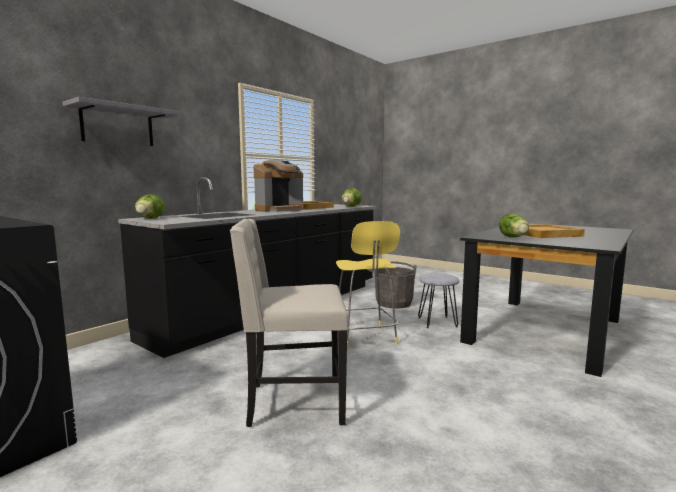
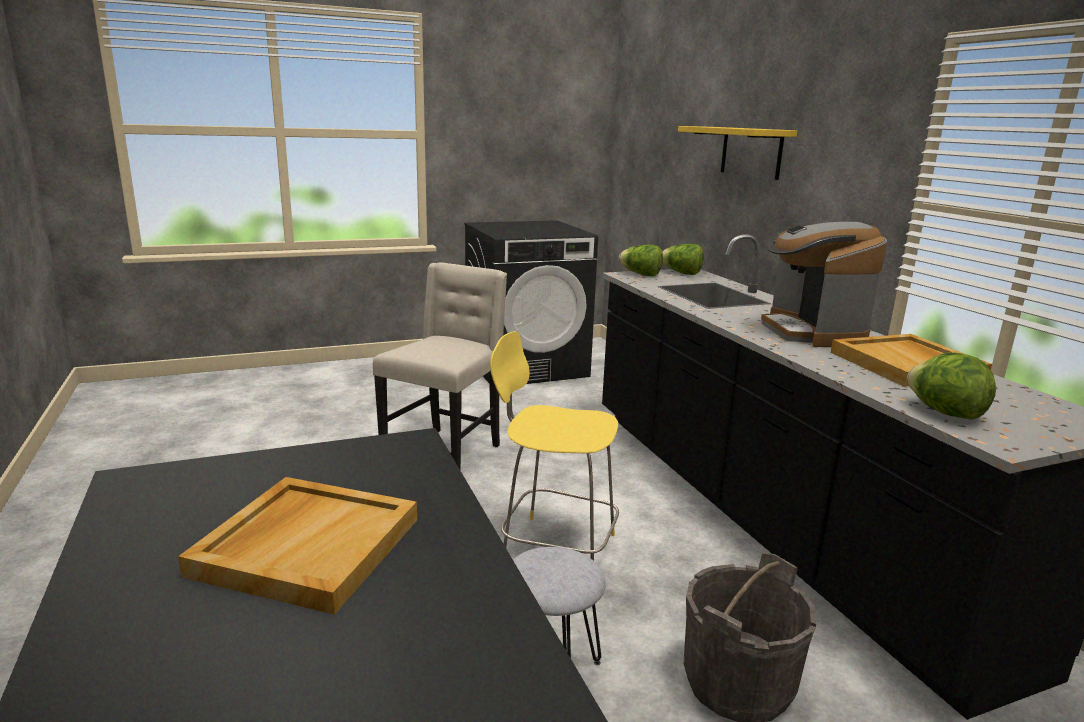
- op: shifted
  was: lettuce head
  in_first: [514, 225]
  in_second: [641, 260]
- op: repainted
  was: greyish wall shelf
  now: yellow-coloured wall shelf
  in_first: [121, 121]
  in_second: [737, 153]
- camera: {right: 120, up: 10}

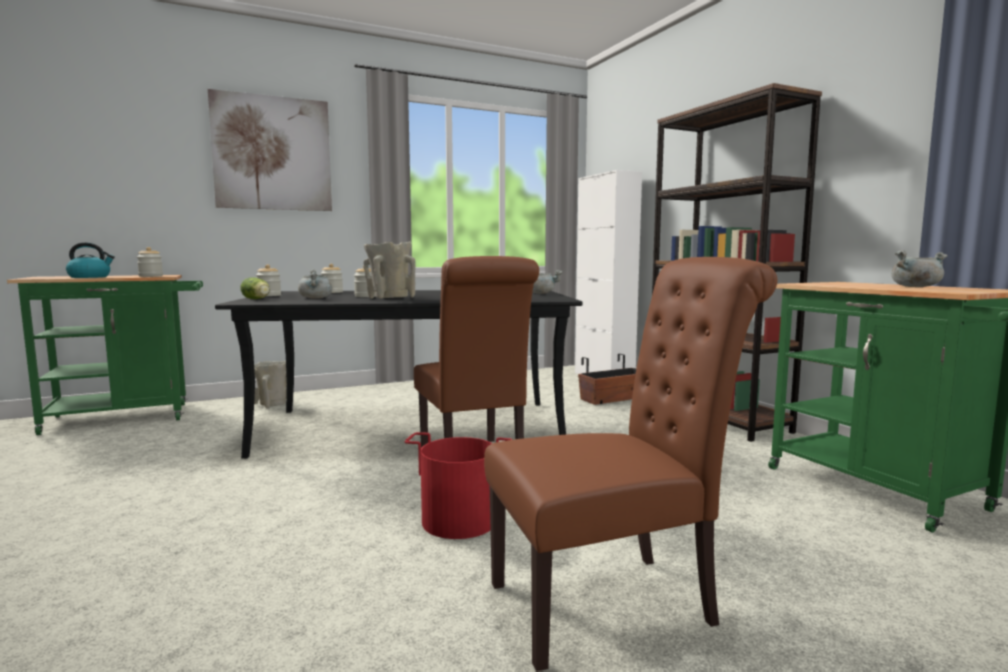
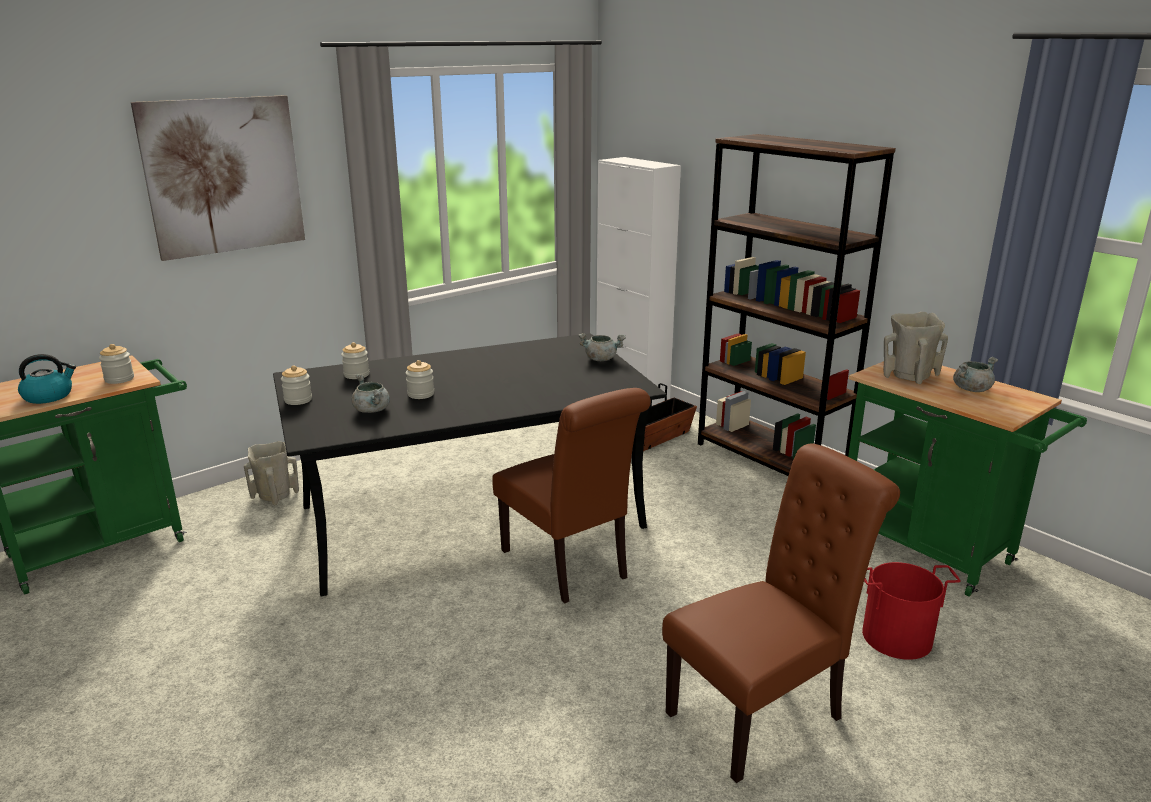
- op: gone
  was: lettuce head
  in_first: [255, 288]
- op: shifted
  was: beige-coloured vase
  in_first: [390, 270]
  in_second: [915, 348]
- op: shifted
  was: reddish pail
  in_first: [459, 485]
  in_second: [911, 611]
- camera: {right: -15, up: 15}

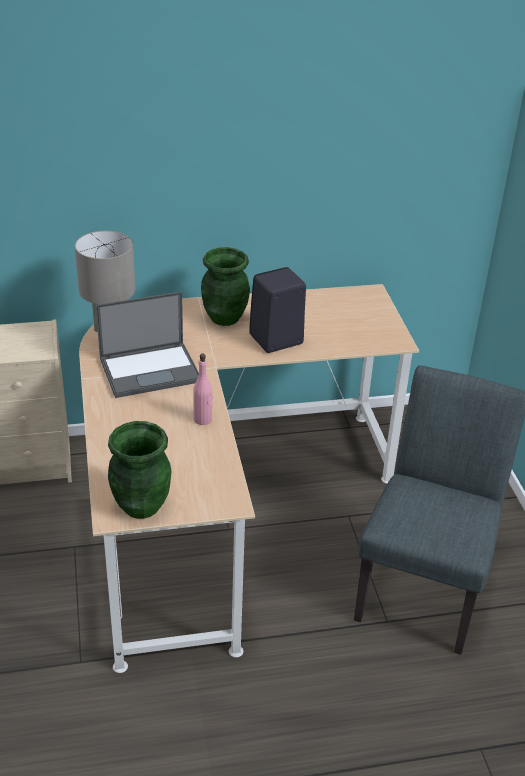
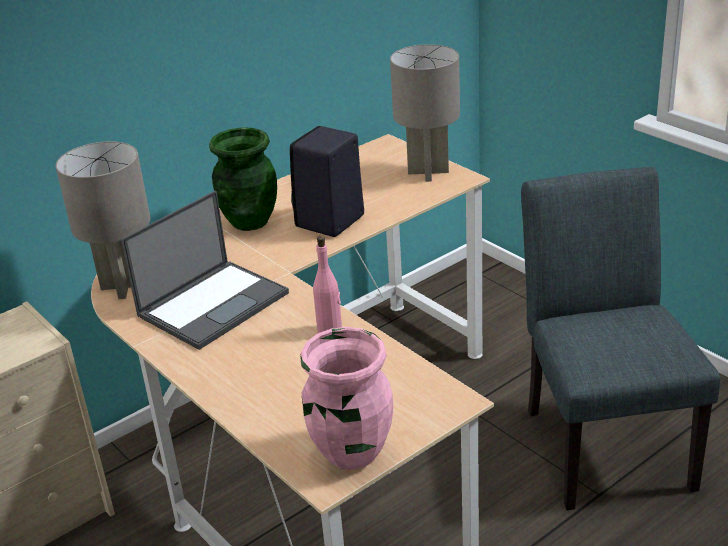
- op: new
  now: greyish table lamp
  in_second: [425, 113]
- op: repainted
  was: green-coloured vase
  now: pink-coloured vase
  in_first: [139, 470]
  in_second: [346, 398]
- camera: {right: -25, up: -5}

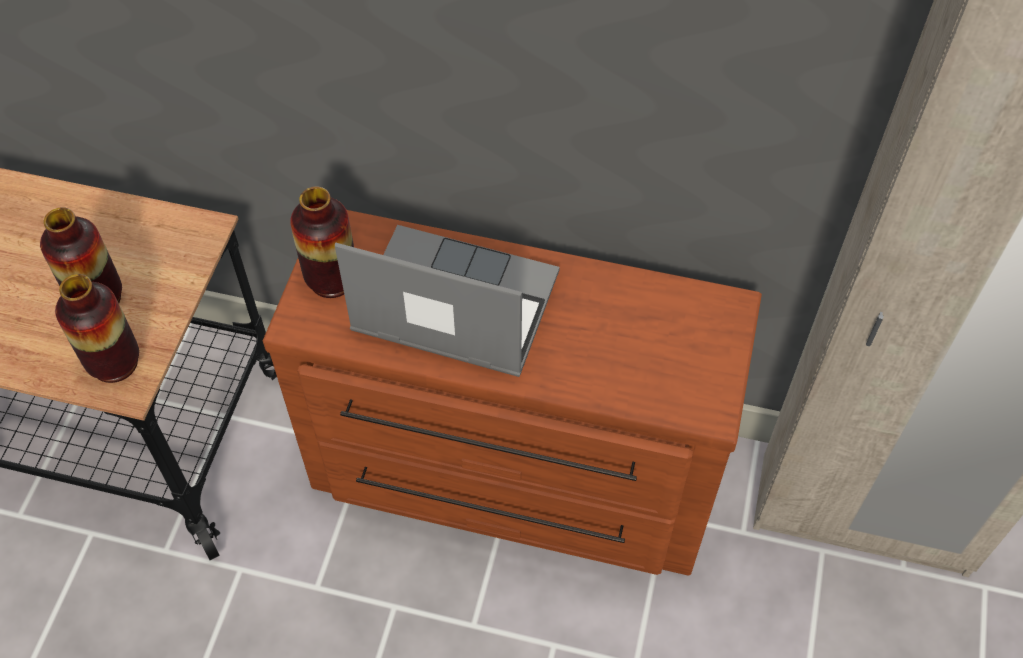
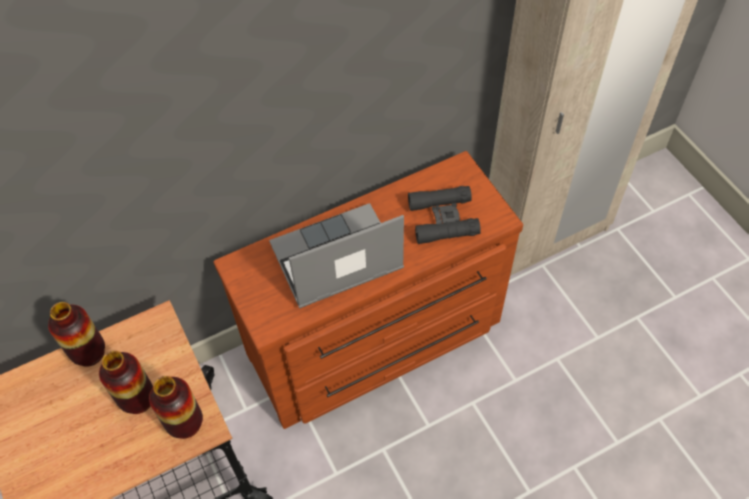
- op: new
  now: black field glasses
  in_second: [444, 215]
- op: shifted
  was: vase
  in_first: [322, 242]
  in_second: [76, 334]
- camera: {right: -40, up: 0}

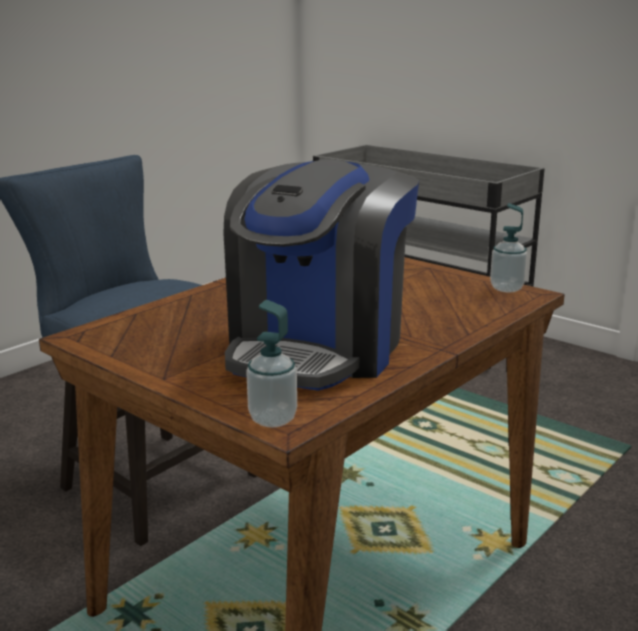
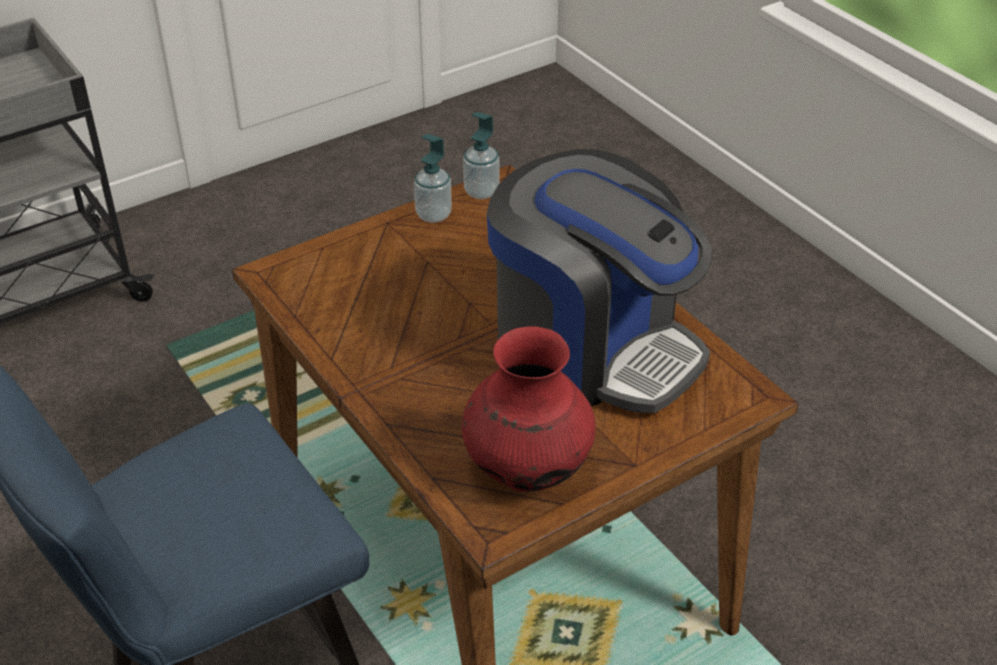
- op: new
  now: reddish vase
  in_second: [529, 409]
- op: shifted
  was: soap bottle
  in_first: [271, 364]
  in_second: [433, 178]
- camera: {right: -75, up: 20}

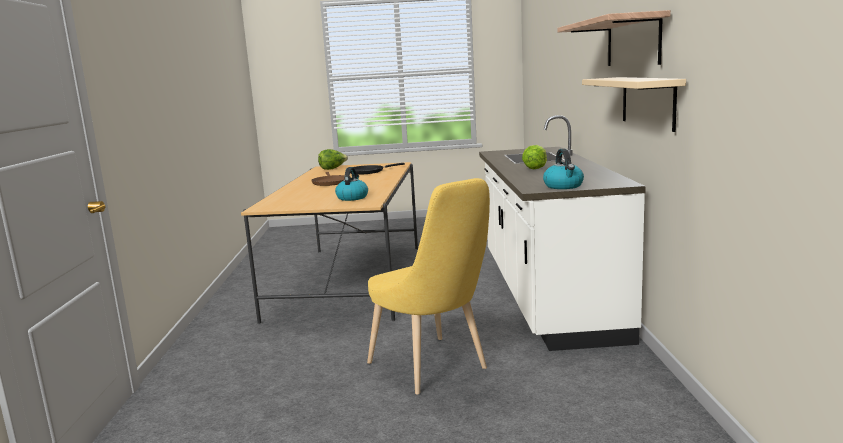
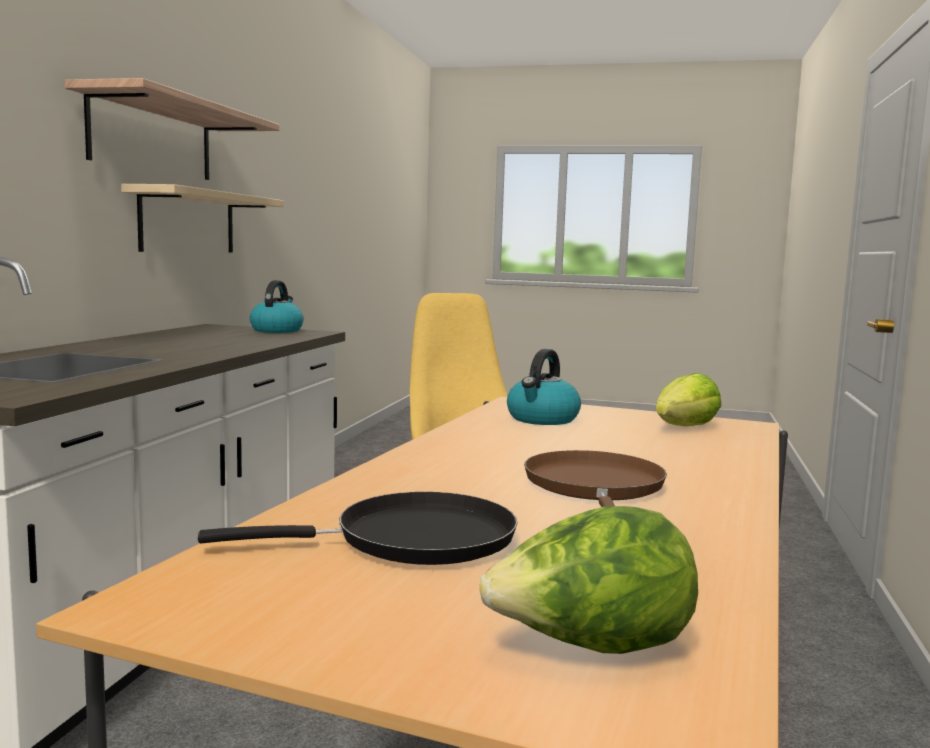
- op: shifted
  was: lettuce head
  in_first: [534, 157]
  in_second: [689, 399]
- camera: {right: -165, up: -5}

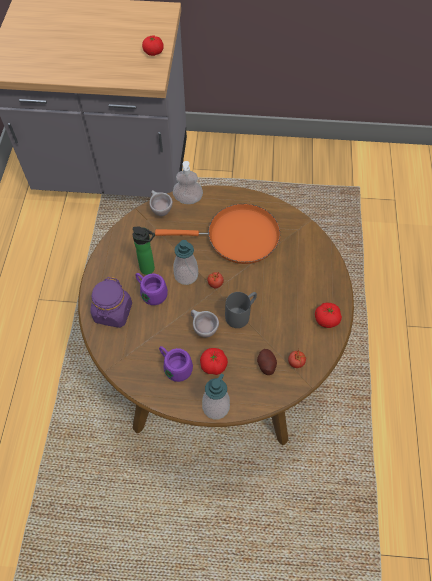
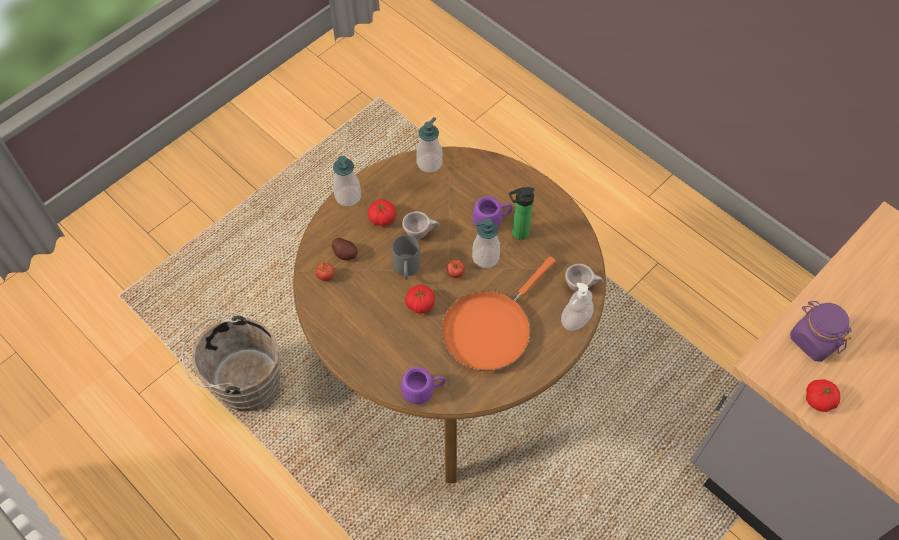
- op: new
  now: brownish pail
  in_second: [231, 361]
- op: new
  now: soap bottle
  in_second: [429, 145]
- op: shifted
  was: purple jar
  in_first: [111, 302]
  in_second: [821, 331]
- op: shifted
  was: purple tea mug
  in_first: [176, 364]
  in_second: [423, 385]
- op: shifted
  was: fresh tomato
  in_first: [328, 315]
  in_second: [420, 299]
- camera: {right: 130, up: 0}

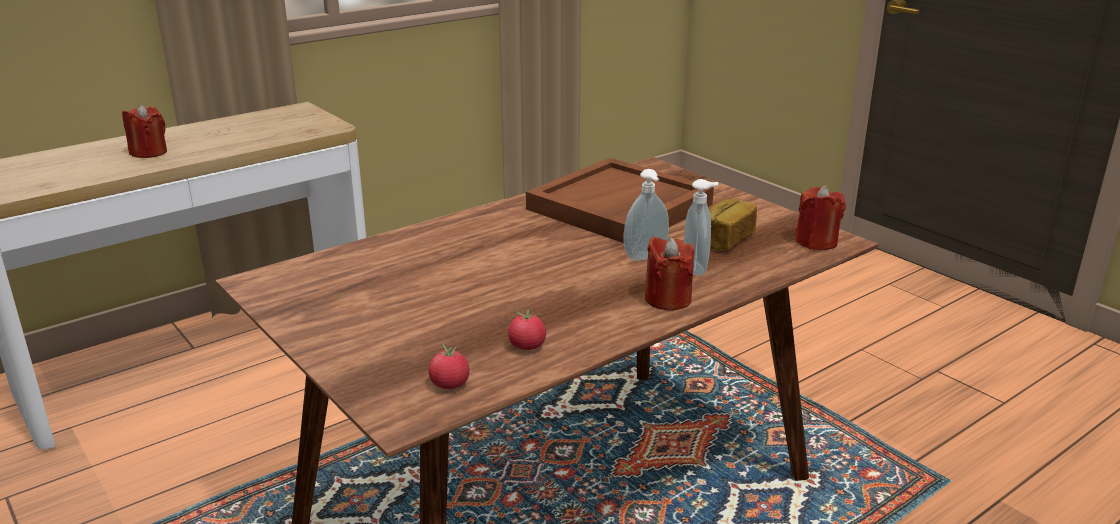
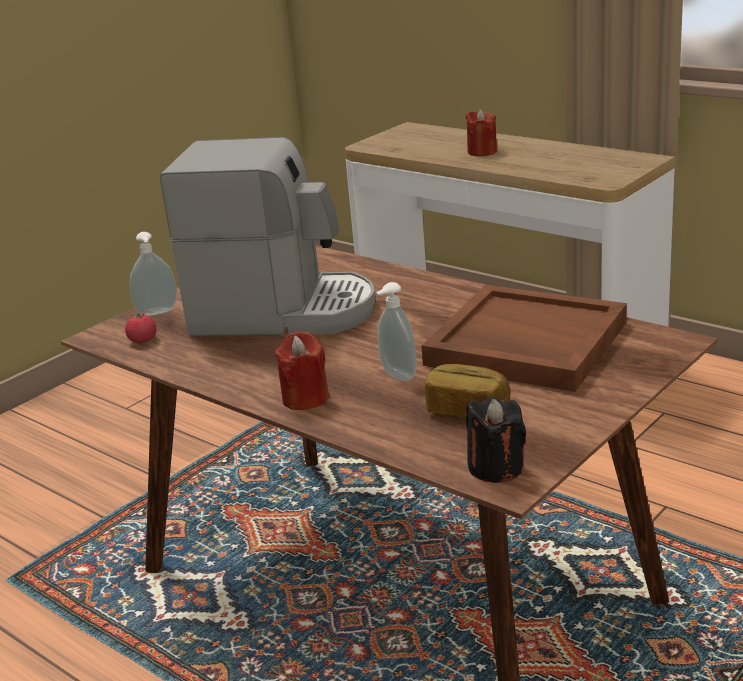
- op: gone
  was: fresh tomato
  in_first: [527, 328]
- op: new
  now: coffee maker
  in_second: [267, 236]
- op: shifted
  was: soap bottle
  in_first: [701, 227]
  in_second: [153, 274]
- op: repainted
  was: reddish wax light
  now: black wax light
  in_first: [820, 217]
  in_second: [496, 440]
- camera: {right: 80, up: 0}

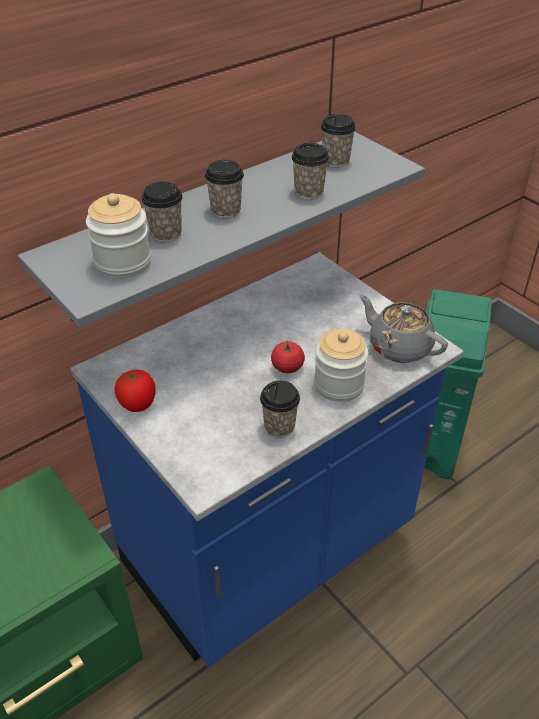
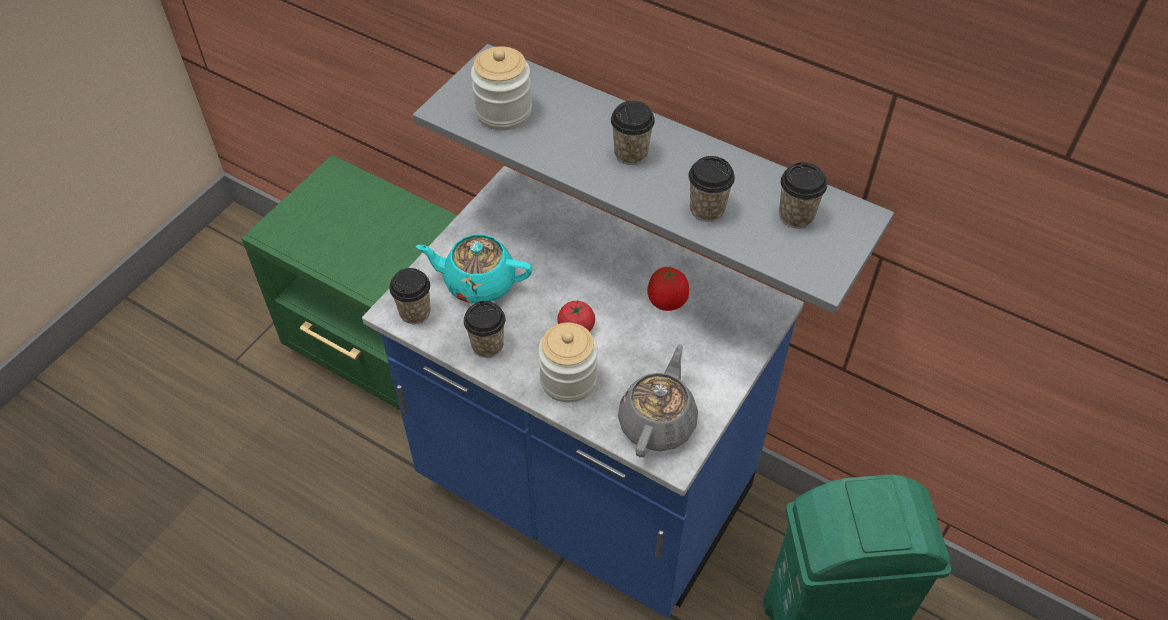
- op: new
  now: blue-green teapot
  in_second: [474, 269]
- op: shifted
  was: fresh tomato
  in_first: [135, 390]
  in_second: [668, 288]
- op: shifted
  was: cup
  in_first: [162, 211]
  in_second: [410, 296]
- camera: {right: 70, up: 10}

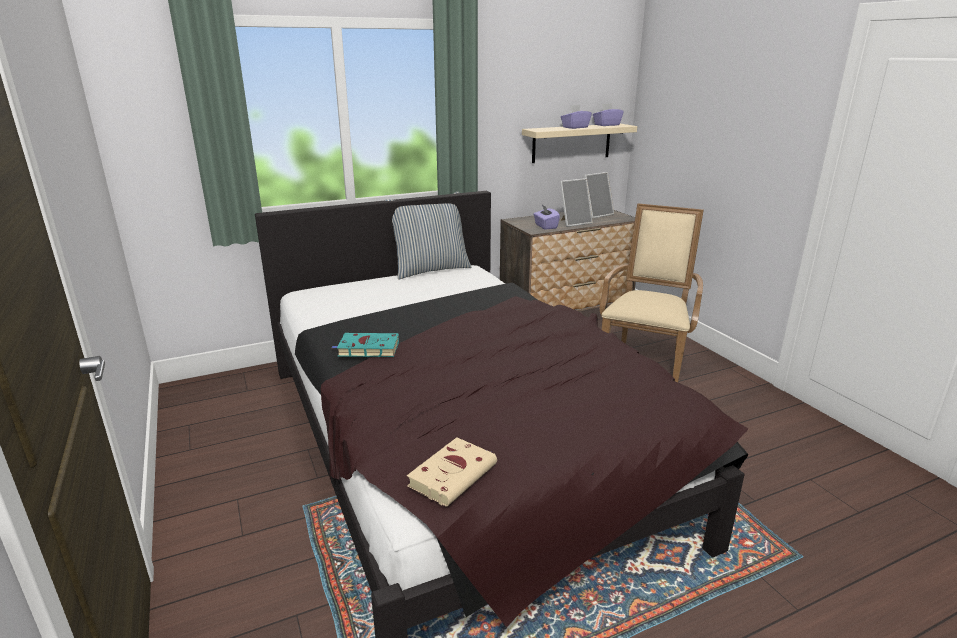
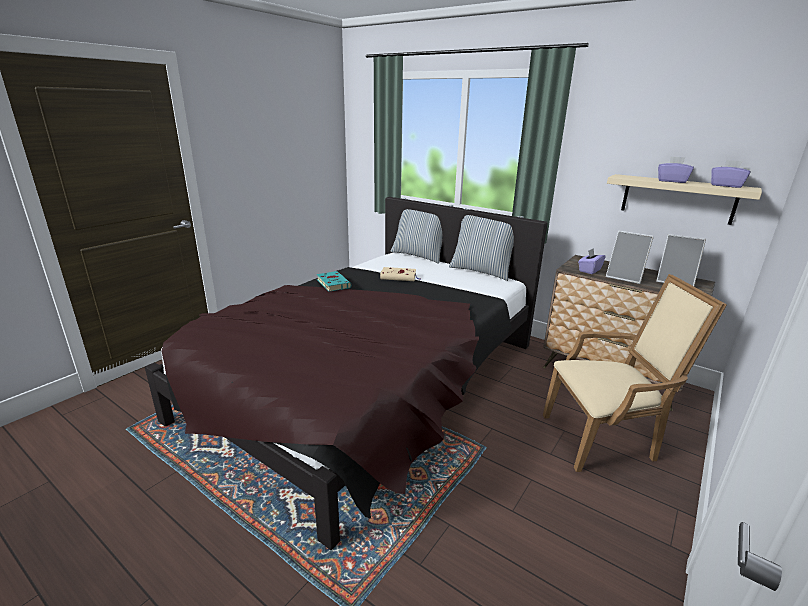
- op: new
  now: cushion
  in_second: [422, 231]
- op: shifted
  was: beige-coloured bound book
  in_first: [452, 472]
  in_second: [400, 274]
- camera: {right: 60, up: 0}

